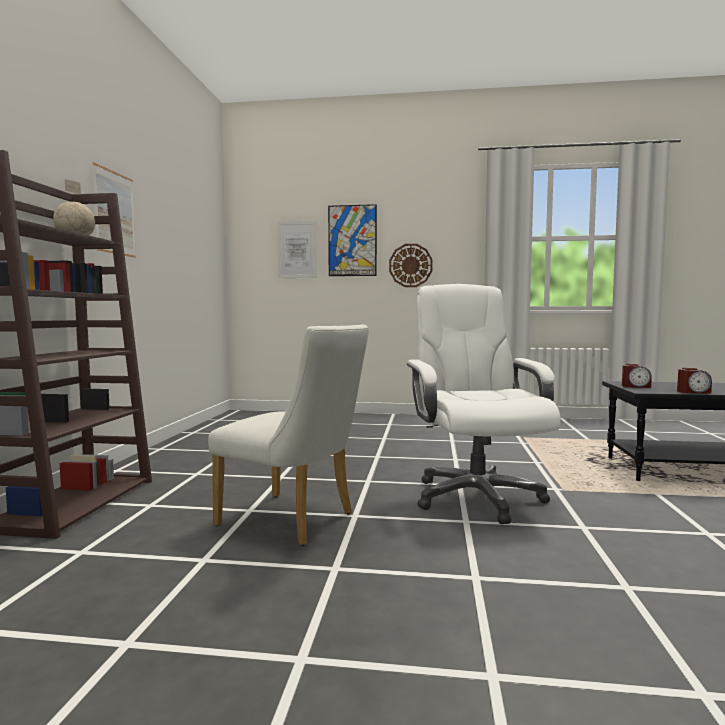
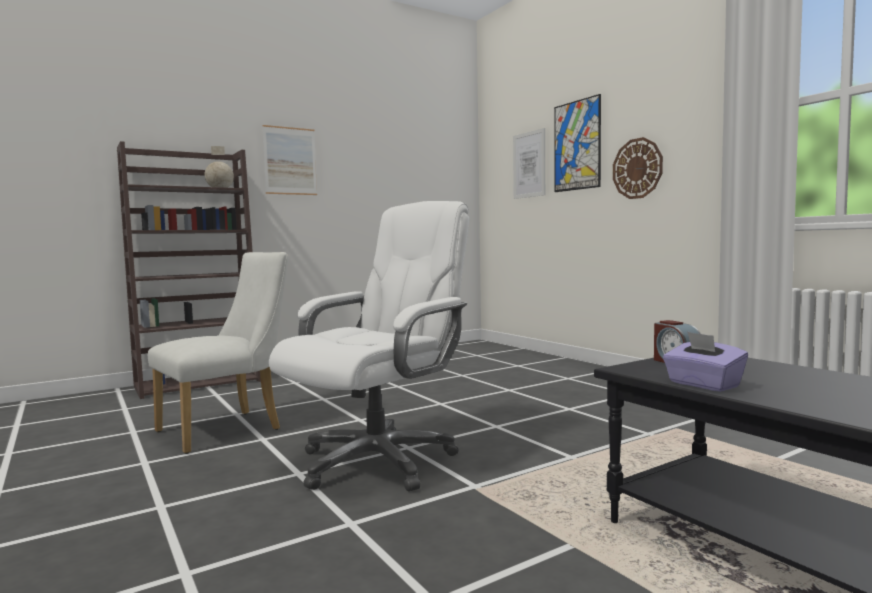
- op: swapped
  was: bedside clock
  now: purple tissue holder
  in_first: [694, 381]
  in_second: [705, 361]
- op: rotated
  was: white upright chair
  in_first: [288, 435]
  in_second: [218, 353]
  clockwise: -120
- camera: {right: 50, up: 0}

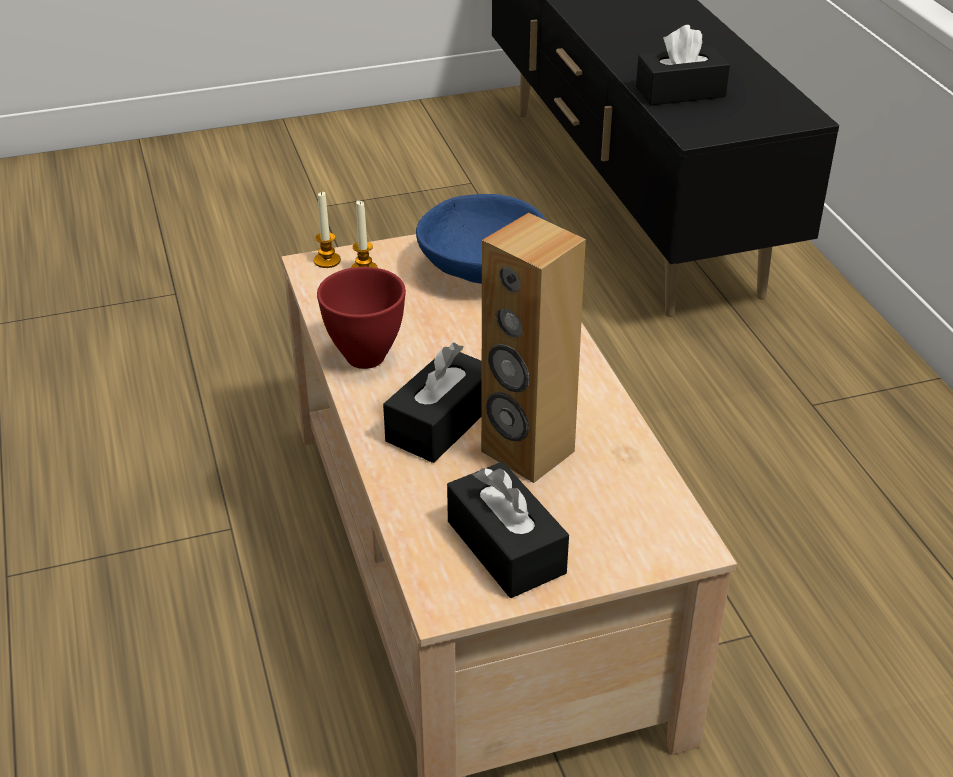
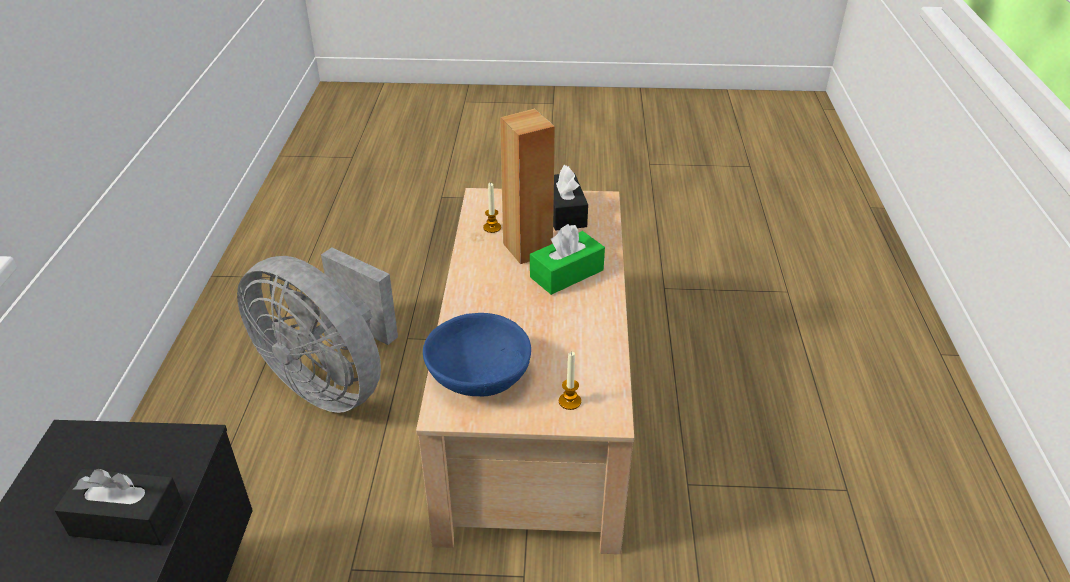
- op: gone
  was: reddish bowl
  in_first: [361, 318]
- op: new
  now: greyish cooling fan
  in_second: [317, 330]
- op: shifted
  was: wax light
  in_first: [327, 229]
  in_second: [492, 208]
- op: repainted
  was: black tissue holder
  now: green-coloured tissue holder
  in_first: [432, 403]
  in_second: [567, 259]
- camera: {right: -160, up: 0}

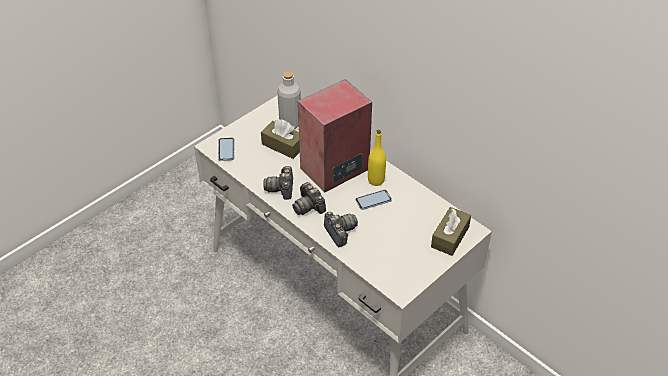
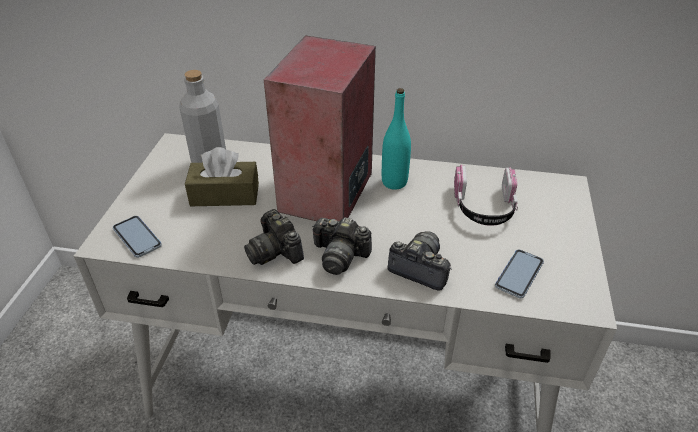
- op: gone
  was: brownish tissue holder
  in_first: [451, 231]
- op: new
  now: headset
  in_second: [486, 195]
- op: shifted
  was: telephone
  in_first: [374, 200]
  in_second: [519, 273]
- op: repainted
  was: yellow-coloured bottle
  now: blue-green bottle
  in_first: [377, 158]
  in_second: [396, 139]
- camera: {right: -35, up: -5}

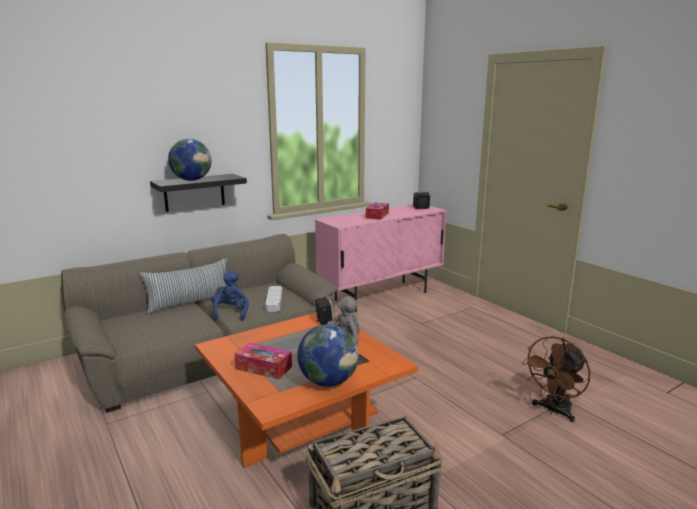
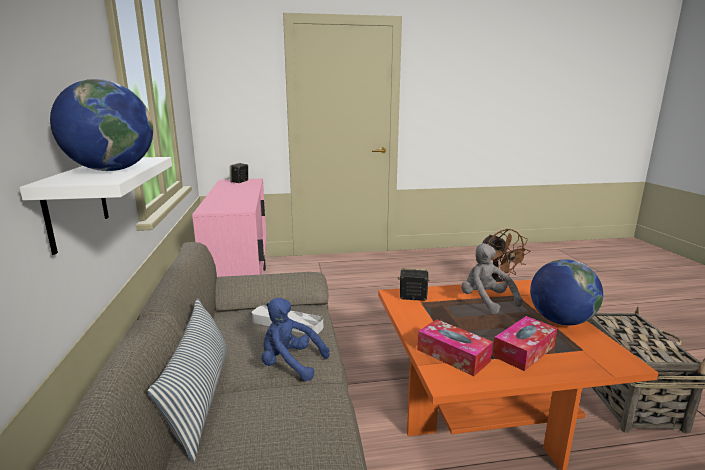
- op: shifted
  was: tissue holder
  in_first: [377, 211]
  in_second: [455, 347]
- op: repainted
  was: black wall shelf
  now: white wall shelf
  in_first: [198, 193]
  in_second: [95, 206]
- camera: {right: -65, up: 0}

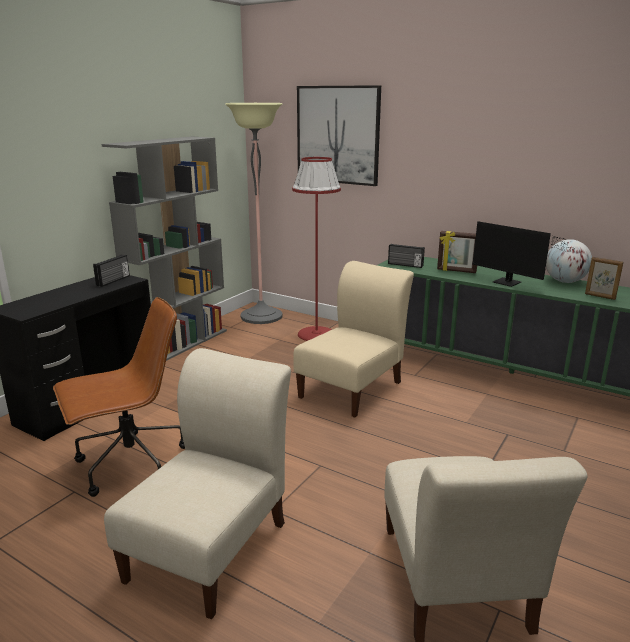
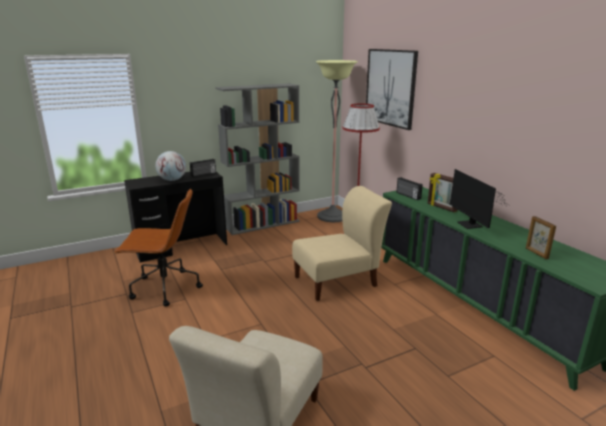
- op: gone
  was: beige-coloured upright chair
  in_first: [197, 483]
- op: shifted
  was: desk globe
  in_first: [569, 261]
  in_second: [170, 166]
- camera: {right: 30, up: 0}

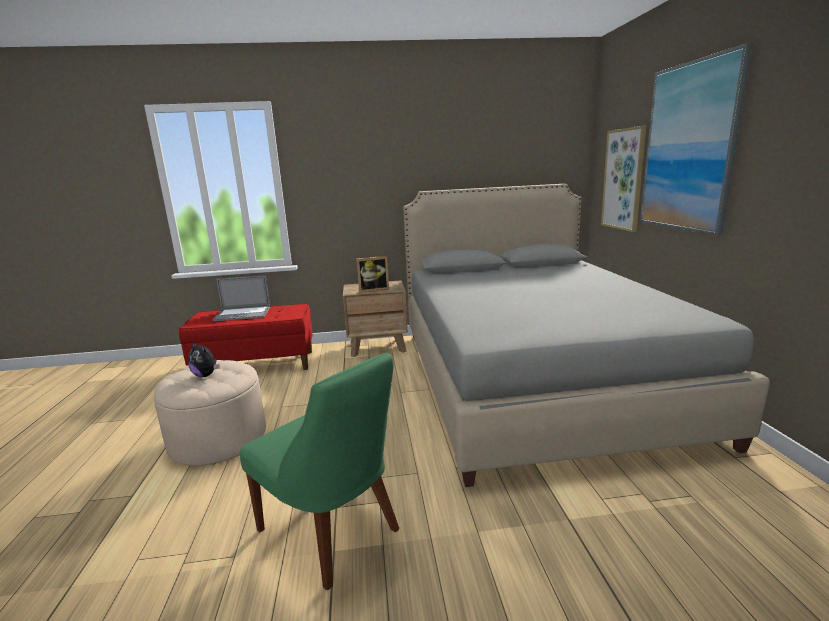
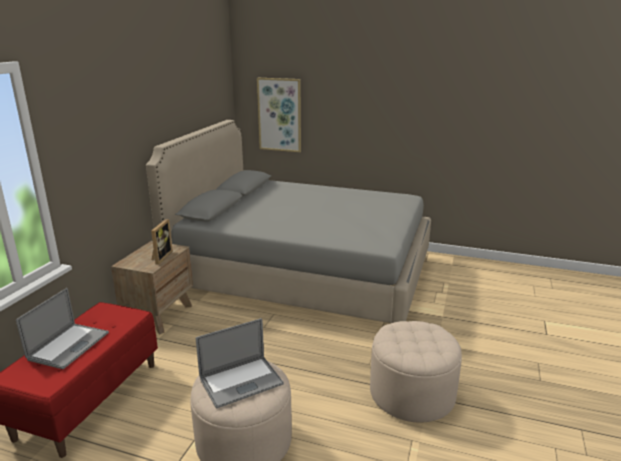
- op: gone
  was: picture
  in_first: [696, 139]
- op: swapped
  was: plush toy
  now: portable computer
  in_first: [204, 359]
  in_second: [240, 363]
- op: swapped
  was: green-coloured upright chair
  now: beige-coloured ottoman
  in_first: [319, 472]
  in_second: [416, 372]
- camera: {right: -65, up: 5}

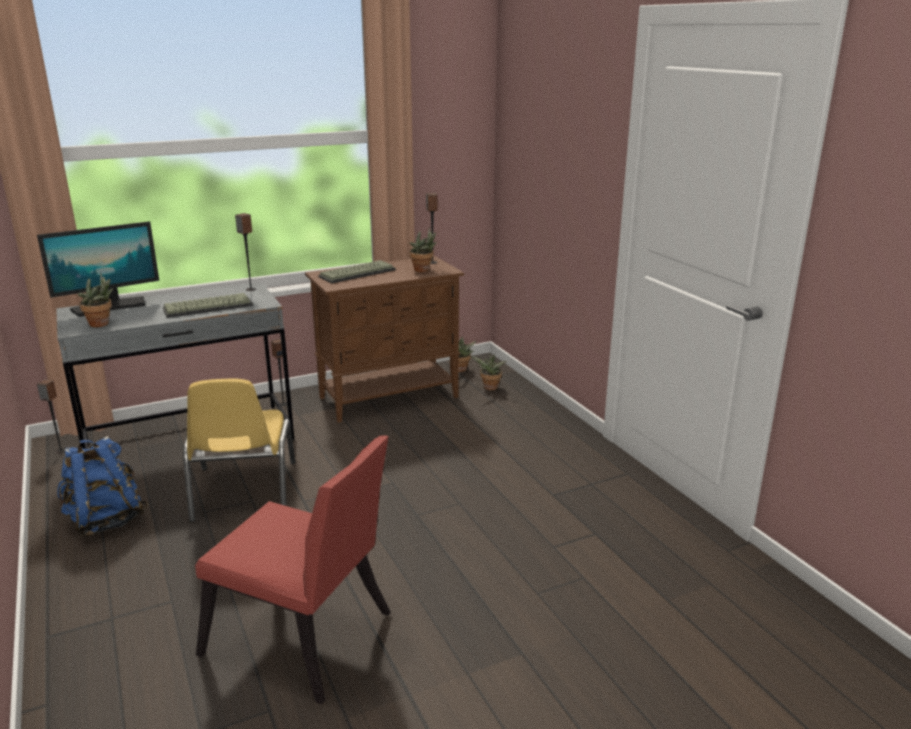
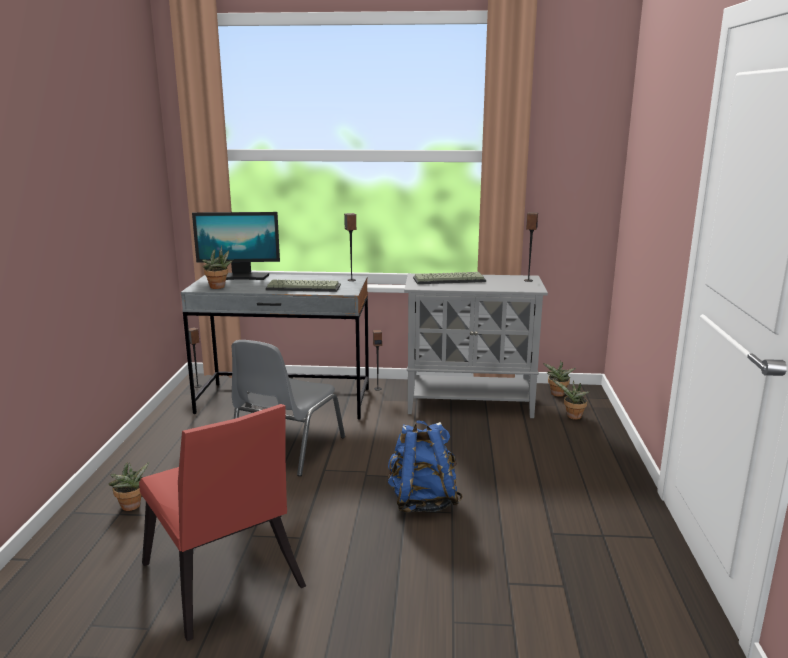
- op: shifted
  was: blue-coloured knapsack
  in_first: [102, 486]
  in_second: [425, 466]
- op: shifted
  was: potted plant
  in_first: [423, 249]
  in_second: [128, 486]
- op: repainted
  was: yellow-coloured upright chair
  now: greyish upright chair
  in_first: [239, 450]
  in_second: [288, 408]
- op: repainted
  was: brownish storage cabinet
  now: greyish storage cabinet
  in_first: [384, 339]
  in_second: [476, 345]
- camera: {right: 30, up: -5}

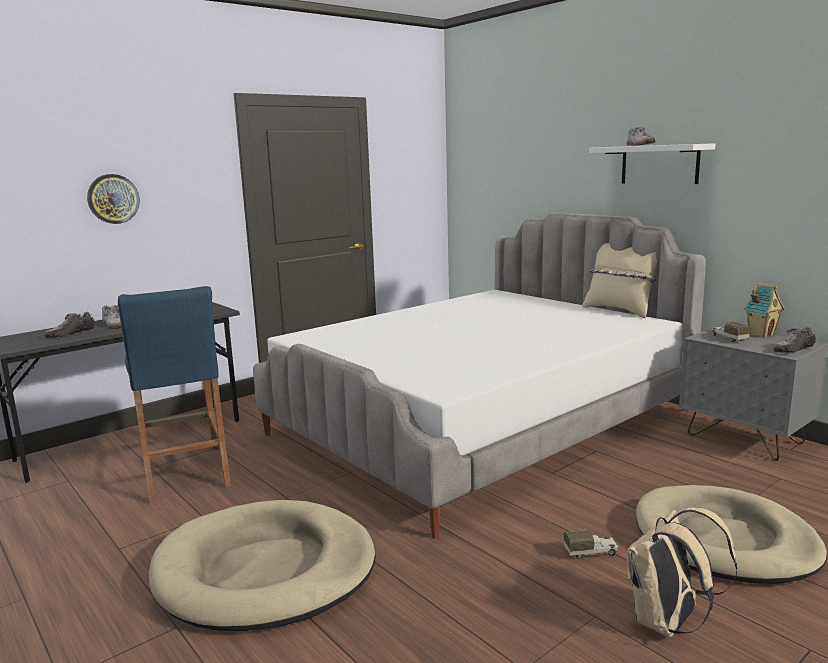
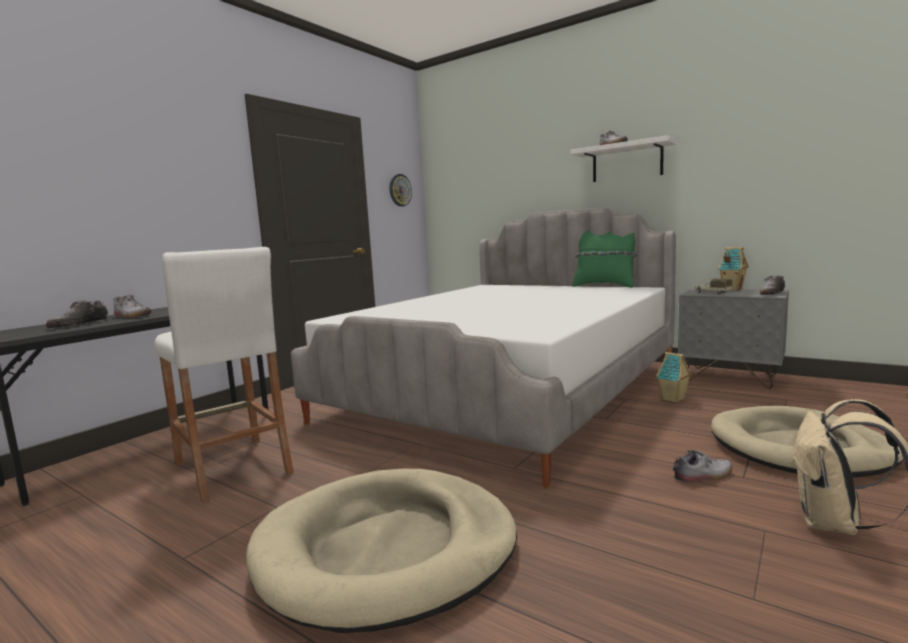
- op: new
  now: miniature house
  in_second: [674, 377]
- op: shifted
  was: clock on the wall
  in_first: [113, 199]
  in_second: [400, 190]
- op: swapped
  was: model truck
  now: shoe
  in_first: [591, 544]
  in_second: [702, 466]
- op: repainted
  was: blue-coloured sitting stool
  now: white sitting stool
  in_first: [174, 395]
  in_second: [224, 375]
- op: repainted
  was: beige-coloured cushion
  now: green-coloured cushion
  in_first: [619, 280]
  in_second: [604, 259]
- camera: {right: -15, up: -5}

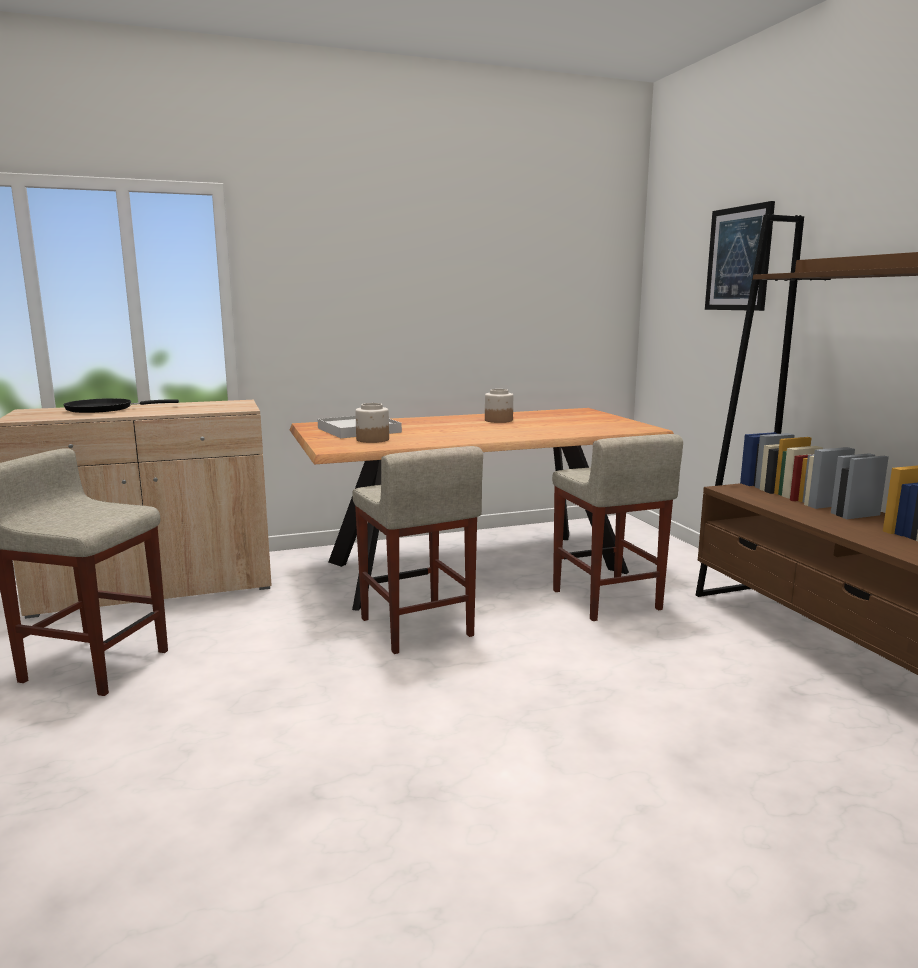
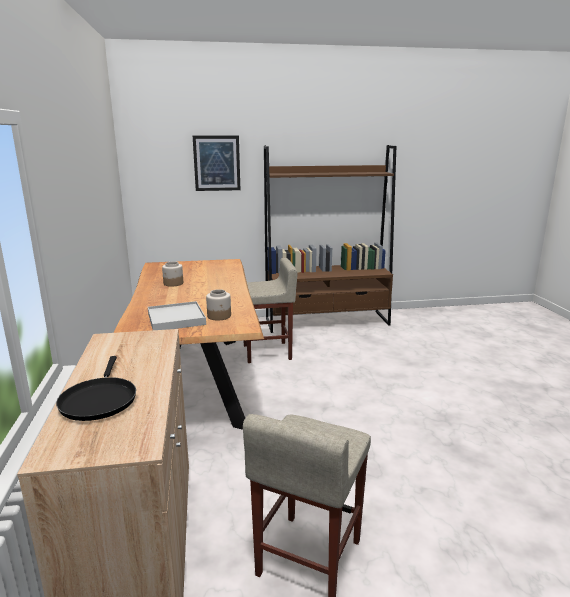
- op: gone
  was: beige-coloured sitting stool
  in_first: [418, 550]
- camera: {right: -80, up: 5}

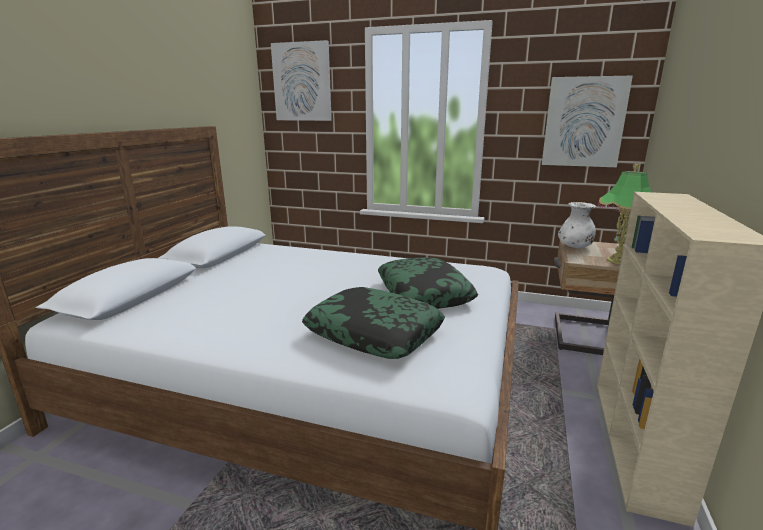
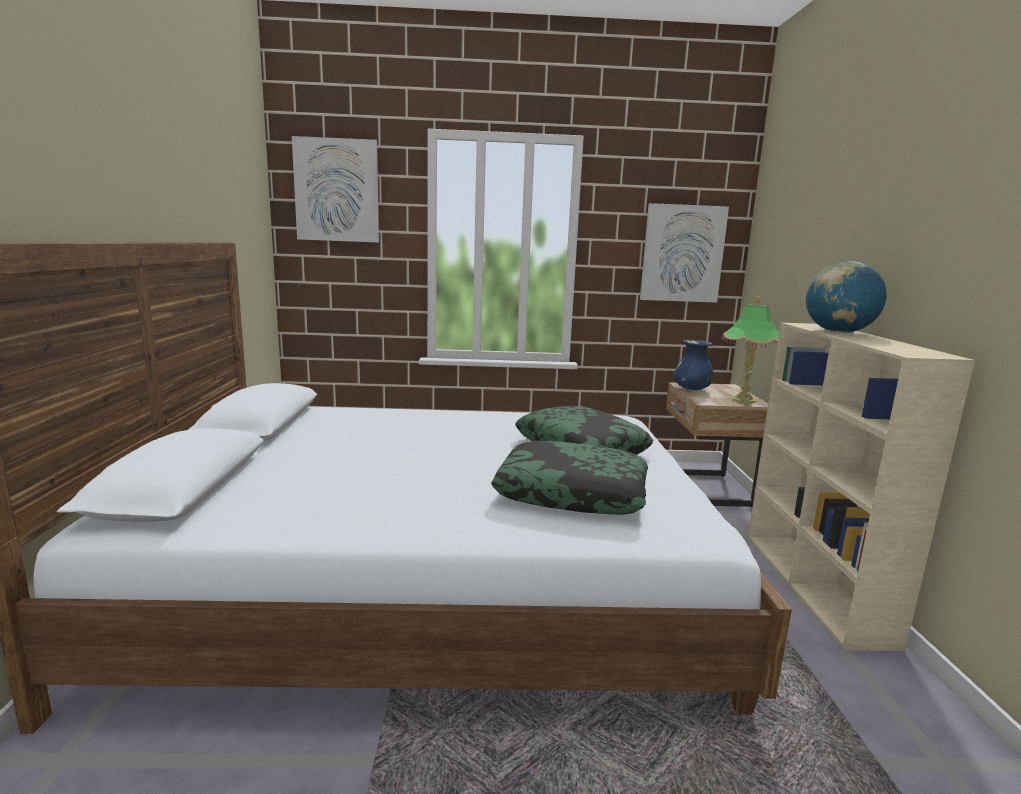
- op: new
  now: desk globe
  in_second: [846, 297]
- op: repainted
  was: white vase
  now: blue-coloured vase
  in_first: [577, 225]
  in_second: [693, 365]
- camera: {right: -20, up: -5}

